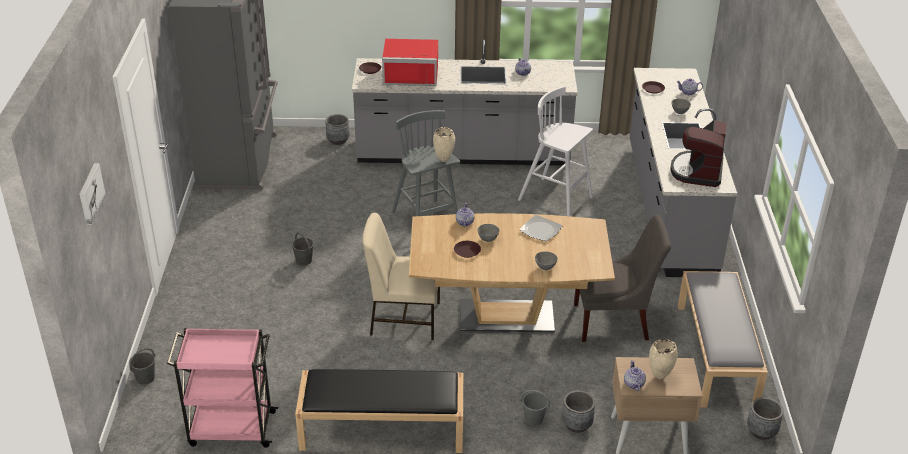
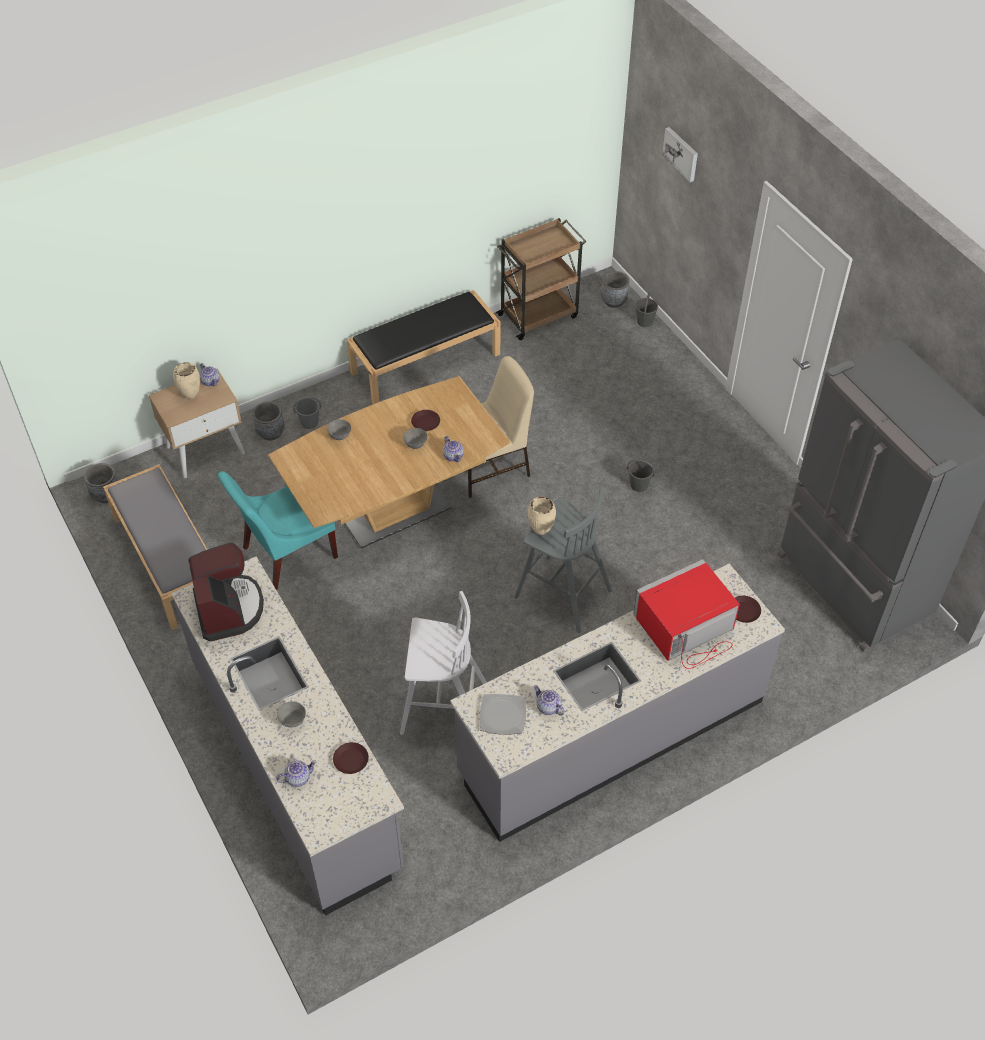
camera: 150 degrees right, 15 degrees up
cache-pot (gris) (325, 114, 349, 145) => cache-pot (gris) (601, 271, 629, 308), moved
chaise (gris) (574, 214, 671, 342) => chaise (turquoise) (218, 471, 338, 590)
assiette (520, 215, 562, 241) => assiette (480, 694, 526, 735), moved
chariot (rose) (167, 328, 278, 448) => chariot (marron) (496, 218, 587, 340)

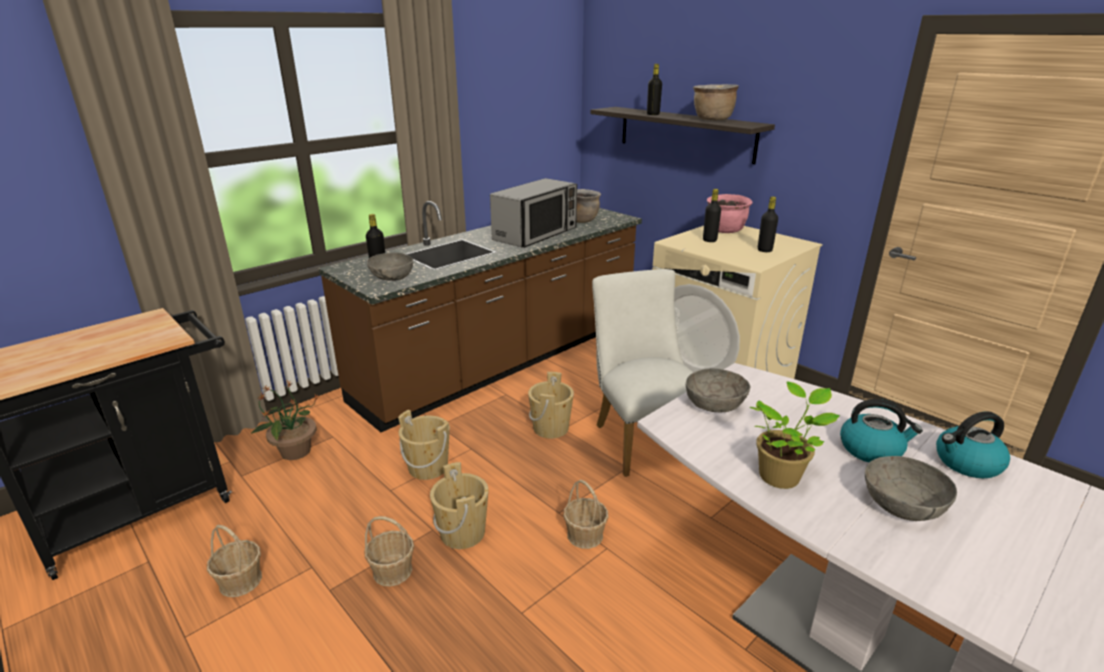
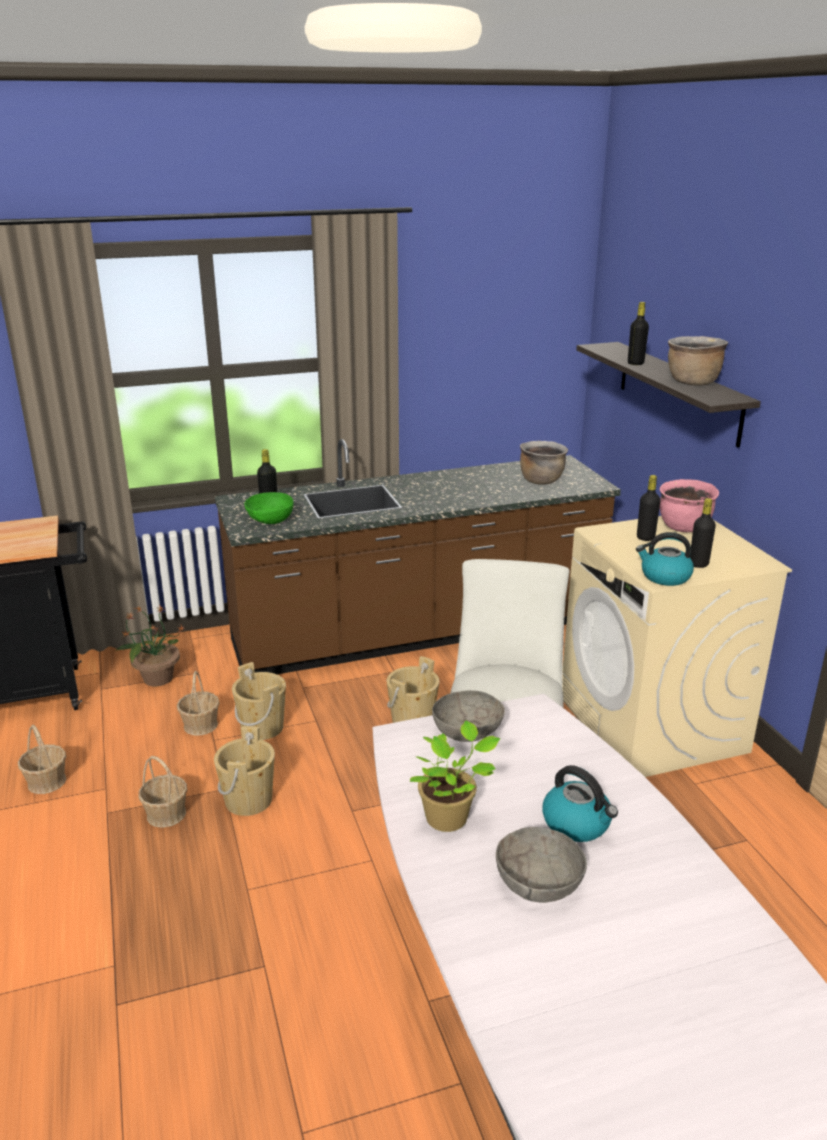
camera: 25 degrees right, 0 degrees up
micro-ondes (490, 178, 577, 248) => nothing
bol (gris) (367, 252, 413, 281) => bol (vert) (245, 492, 294, 524)
bouilloire (936, 411, 1010, 478) => bouilloire (636, 532, 694, 586), moved
panier (563, 480, 609, 549) => panier (177, 671, 220, 736), moved

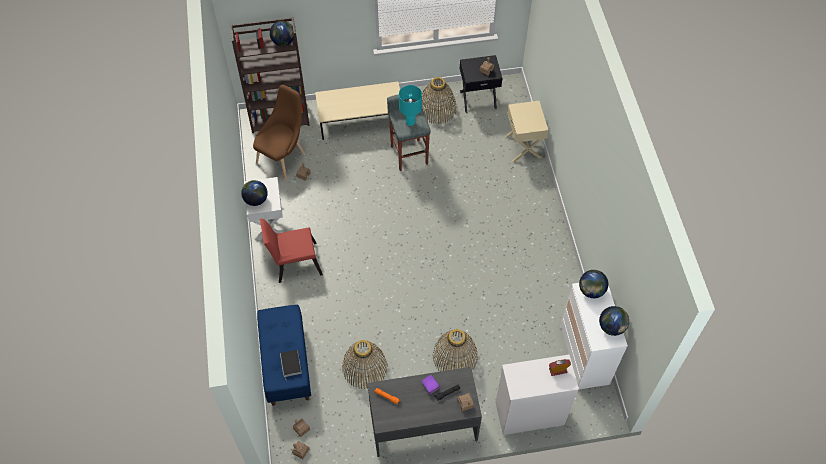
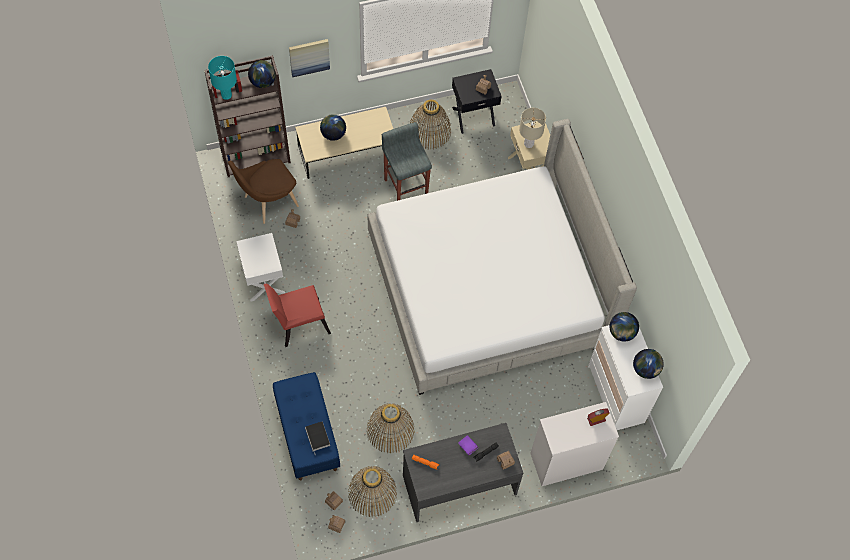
camera: 10 degrees left, 5 degrees up
chaise (marron) (253, 85, 306, 180) => chaise (marron) (228, 159, 299, 224), 150 degrees counterclockwise
lampe de table (turquoise) (399, 85, 422, 126) => lampe de table (turquoise) (208, 56, 237, 100), moved
globe (241, 180, 268, 206) => globe (320, 114, 346, 141), moved
panier (433, 329, 478, 372) => panier (348, 466, 397, 517), moved
nothing => tableau (289, 39, 330, 77)
nothing => lampe de table (beige) (519, 107, 546, 148)
nothing => lit (368, 119, 637, 395)

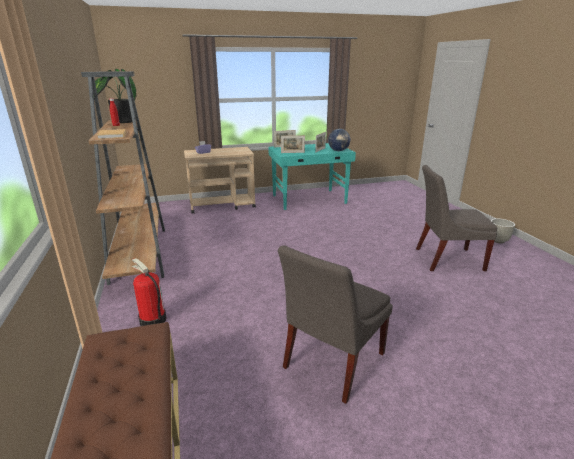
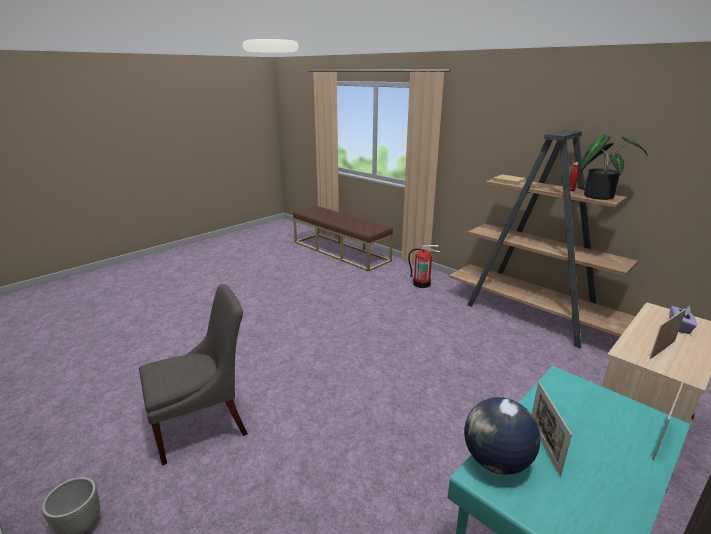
camera: 150 degrees right, 0 degrees up
cadre photo (281, 135, 305, 153) => cadre photo (649, 309, 686, 359), moved
chaise (gris) (278, 245, 393, 404) => nothing

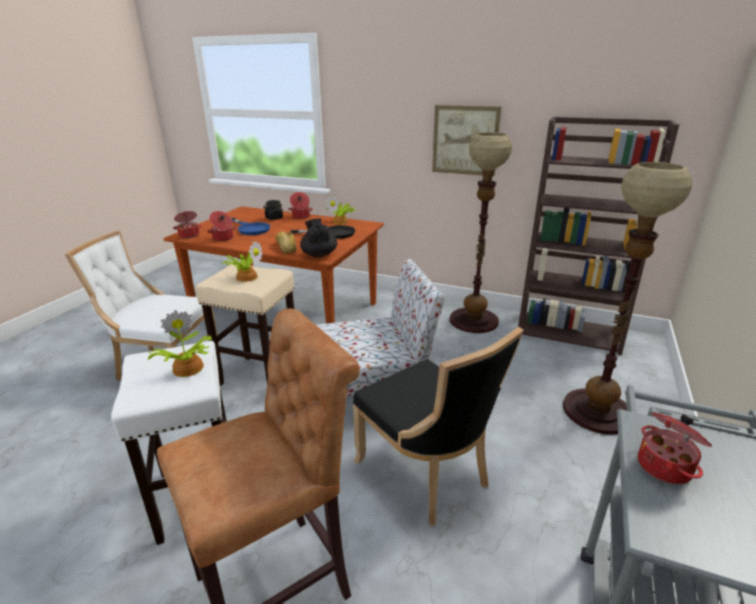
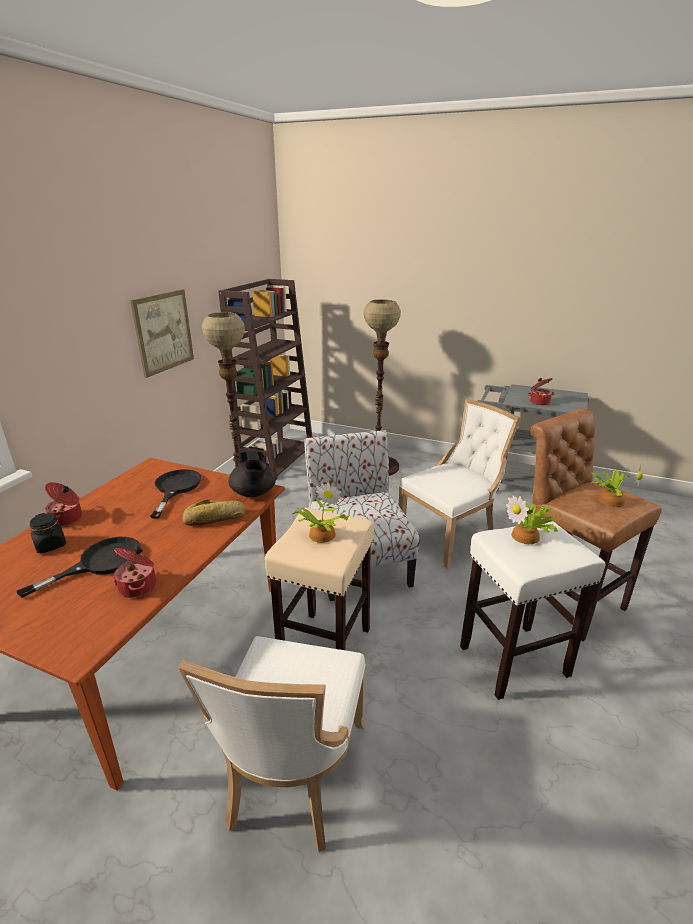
camera: 90 degrees left, 0 degrees up
plante en pot (326, 195, 356, 225) => plante en pot (591, 463, 643, 507), moved
marmite (173, 211, 202, 239) => nothing
poêle (bleu) (231, 218, 270, 235) => poêle (noir) (17, 537, 141, 598)
théière (noir) (300, 218, 337, 257) => théière (noir) (229, 450, 276, 497), 90 degrees counterclockwise
chaise (noir) (353, 327, 524, 526) => chaise (blanc) (399, 399, 520, 569)

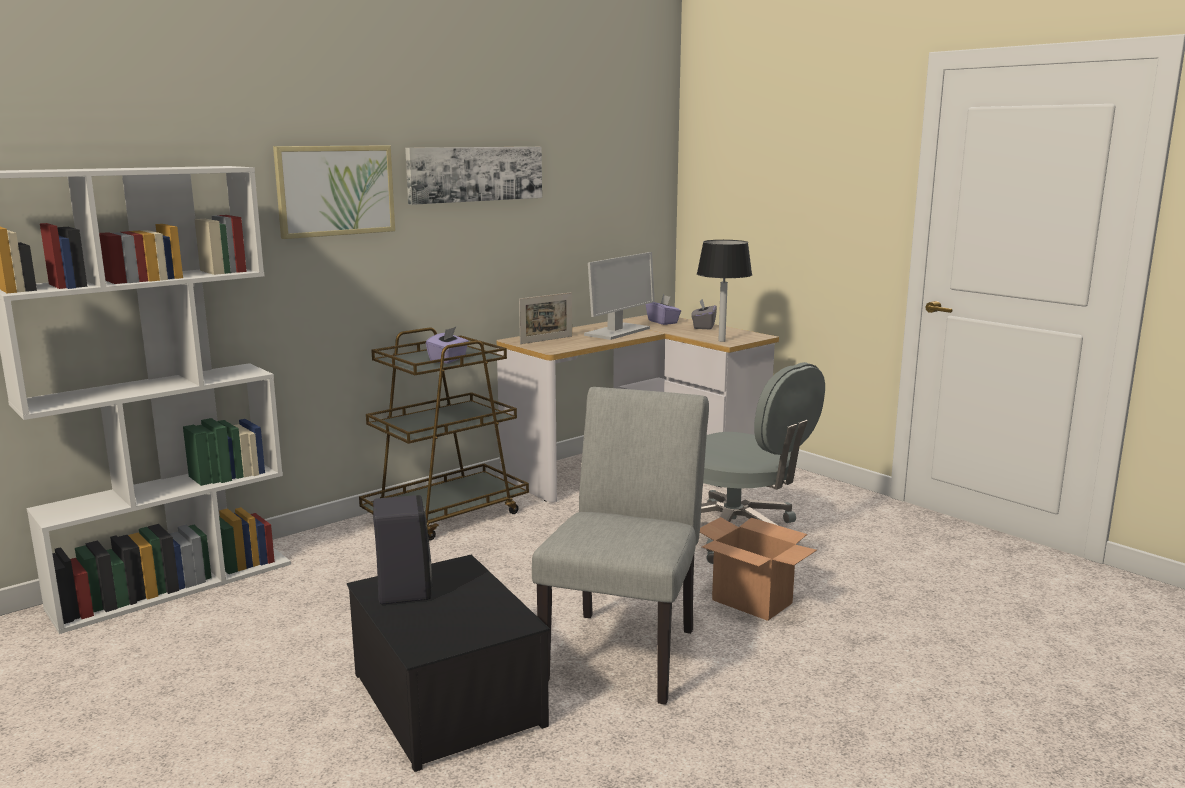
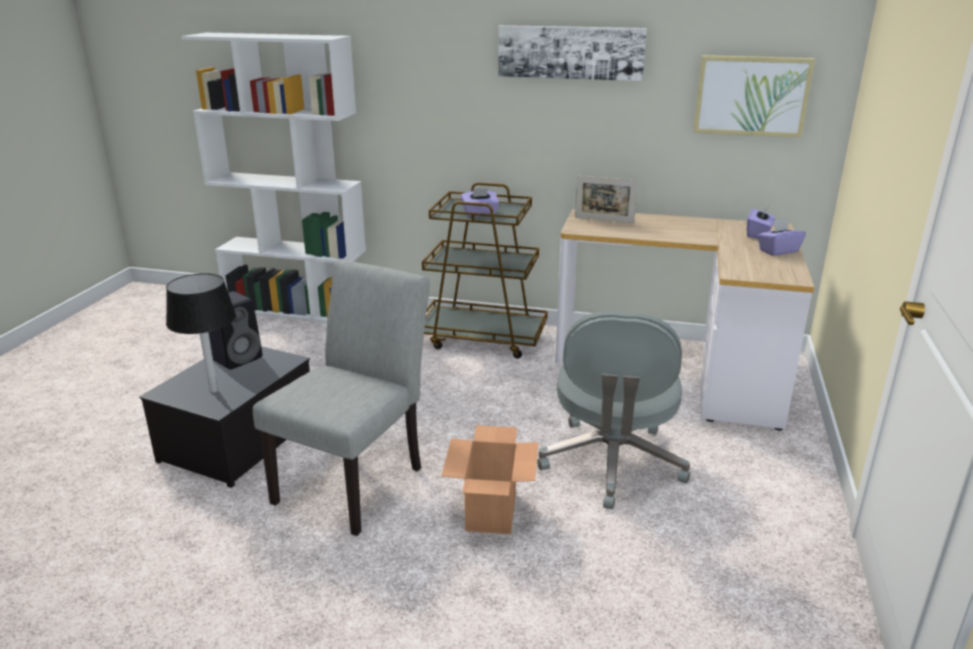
camera: 55 degrees right, 10 degrees up
tableau (273, 146, 395, 239) => tableau (693, 55, 815, 138), moved
lampe de table (noir) (697, 240, 752, 342) => lampe de table (noir) (166, 273, 236, 393), moved
écran d'ordinateur (584, 252, 655, 340) => nothing
boîte à mouchoirs (gris) (692, 299, 717, 329) => boîte à mouchoirs (violet) (758, 219, 806, 256)
chaise (gris) (532, 387, 709, 705) => chaise (gris) (253, 260, 430, 536), 45 degrees counterclockwise

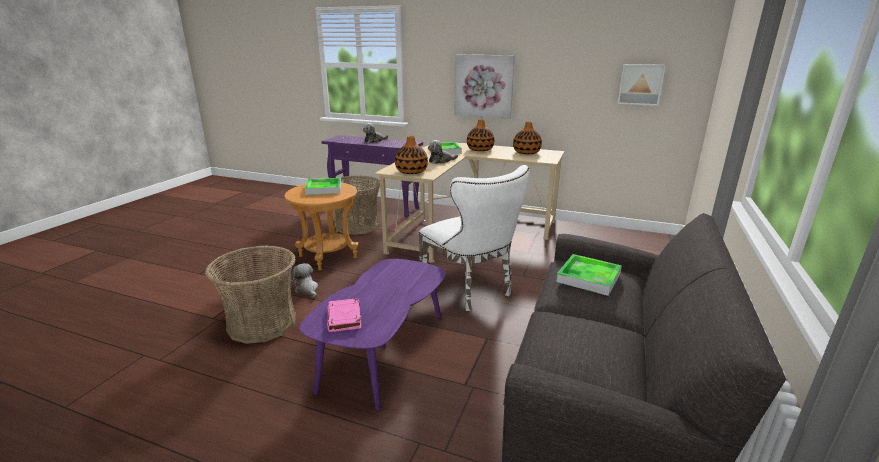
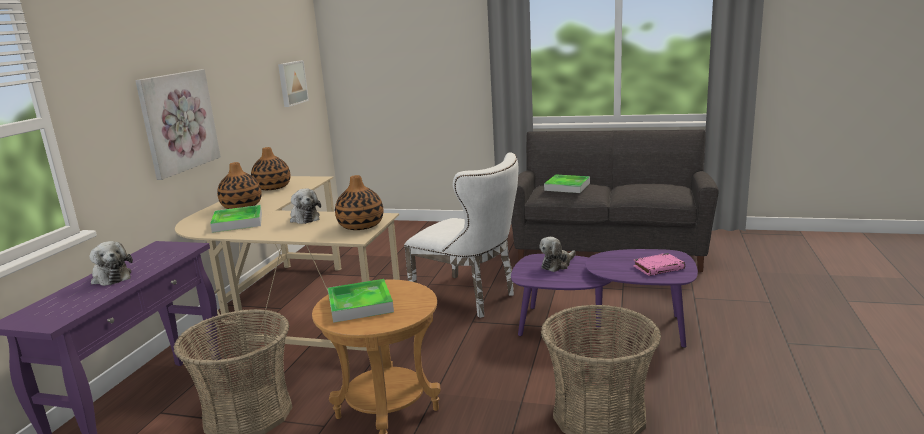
camera: 95 degrees left, 5 degrees down
chaise (blanc) (419, 165, 530, 311) => chaise (blanc) (404, 152, 518, 318), 75 degrees clockwise
peluche (291, 263, 318, 297) => peluche (539, 237, 576, 272), moved

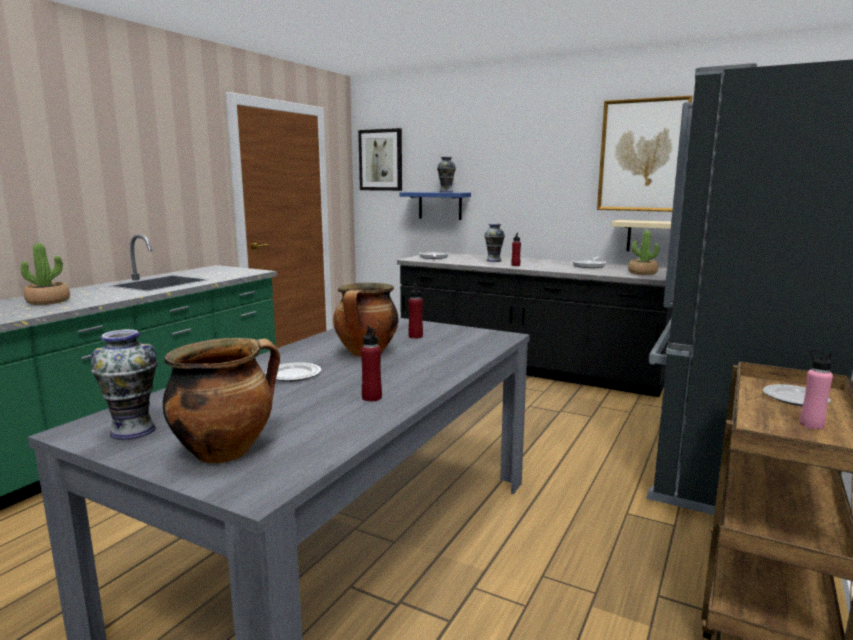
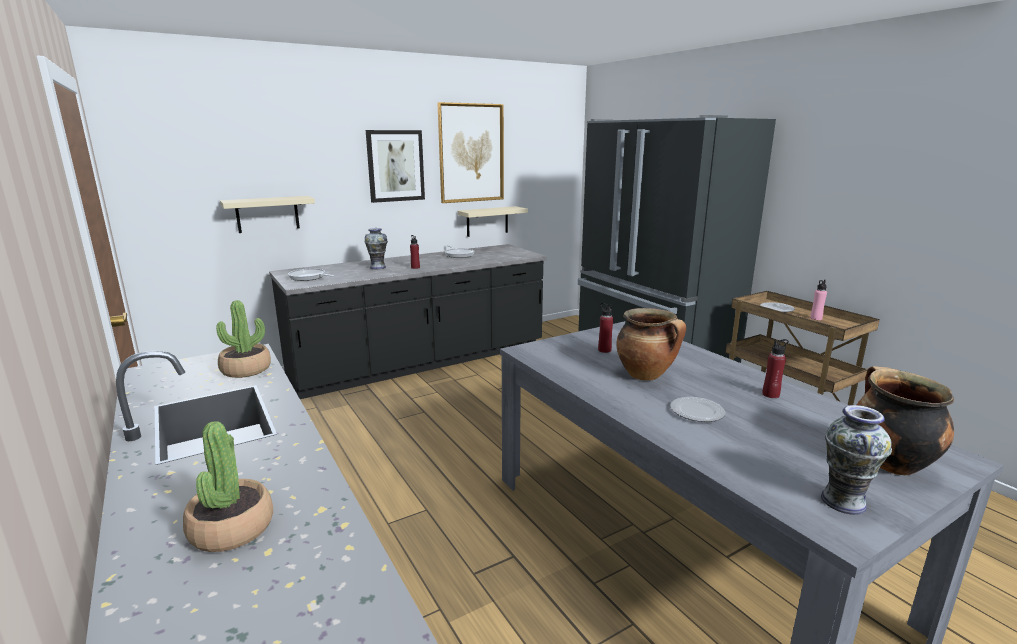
camera: 60 degrees left, 5 degrees up
tableau (358, 128, 402, 191) => tableau (366, 130, 425, 203), moved
vase (437, 157, 456, 193) => nothing
étagère (bleu) (400, 192, 471, 220) => étagère (beige) (220, 196, 315, 233)
plante en pot (628, 231, 659, 275) => plante en pot (216, 300, 271, 378), moved

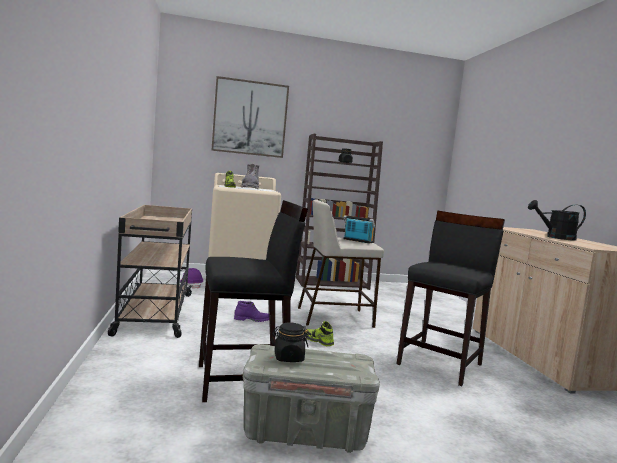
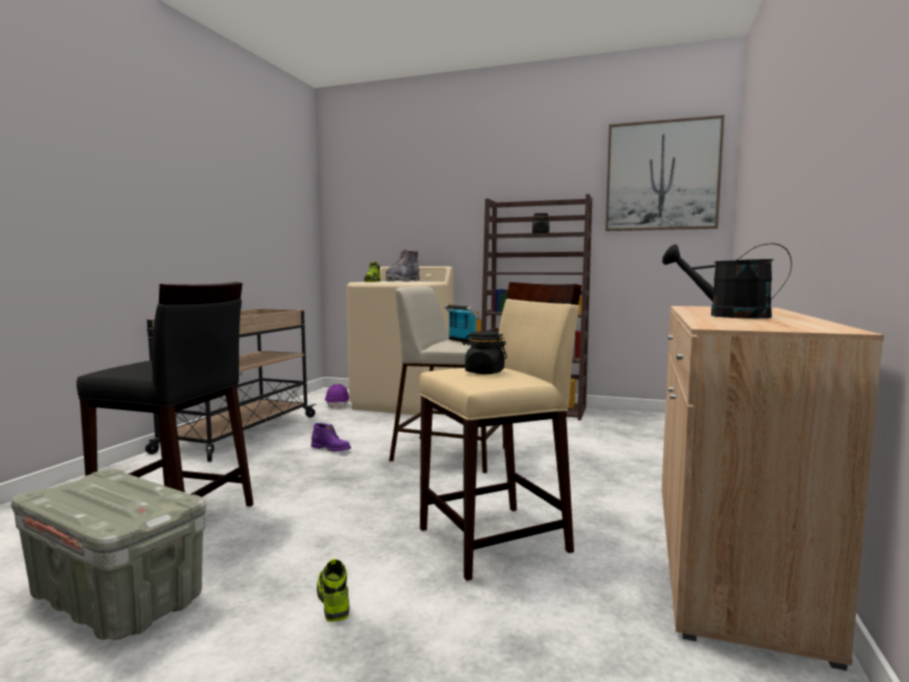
camera: 30 degrees right, 0 degrees up
tableau (212, 76, 289, 158) => tableau (605, 115, 724, 231), moved
tabouret (noir) (397, 210, 505, 386) => tabouret (beige) (419, 282, 582, 581)
chaussure (307, 321, 334, 346) => chaussure (317, 559, 349, 622), moved
bocal (noir) (272, 322, 309, 362) => bocal (noir) (463, 331, 507, 374), moved

